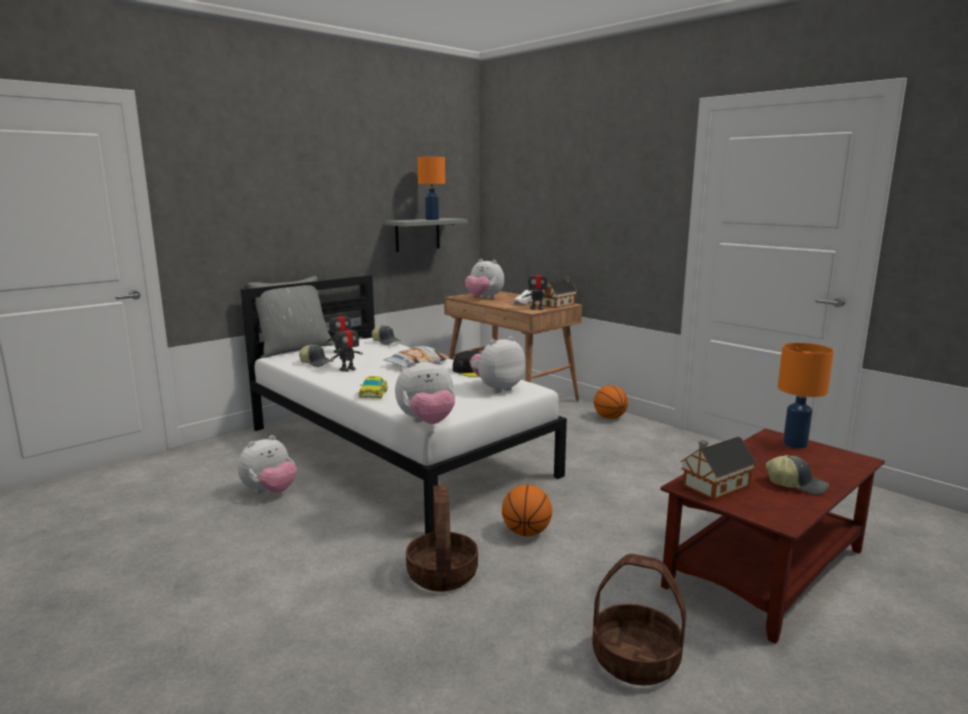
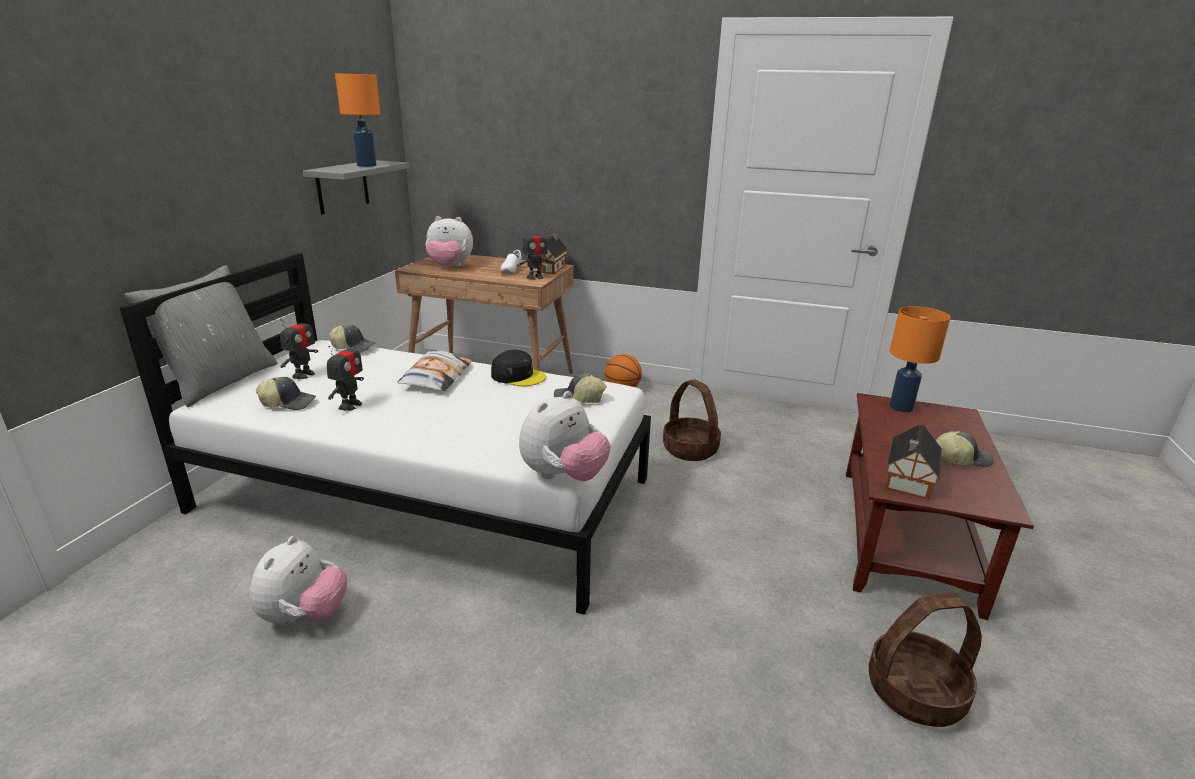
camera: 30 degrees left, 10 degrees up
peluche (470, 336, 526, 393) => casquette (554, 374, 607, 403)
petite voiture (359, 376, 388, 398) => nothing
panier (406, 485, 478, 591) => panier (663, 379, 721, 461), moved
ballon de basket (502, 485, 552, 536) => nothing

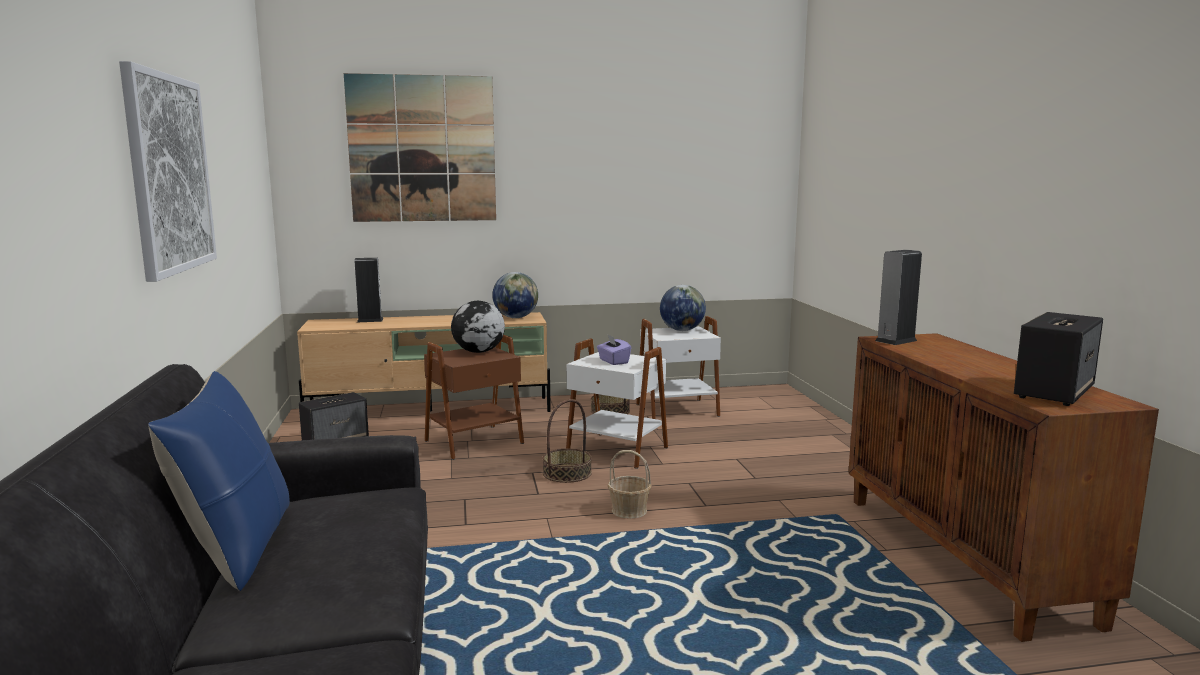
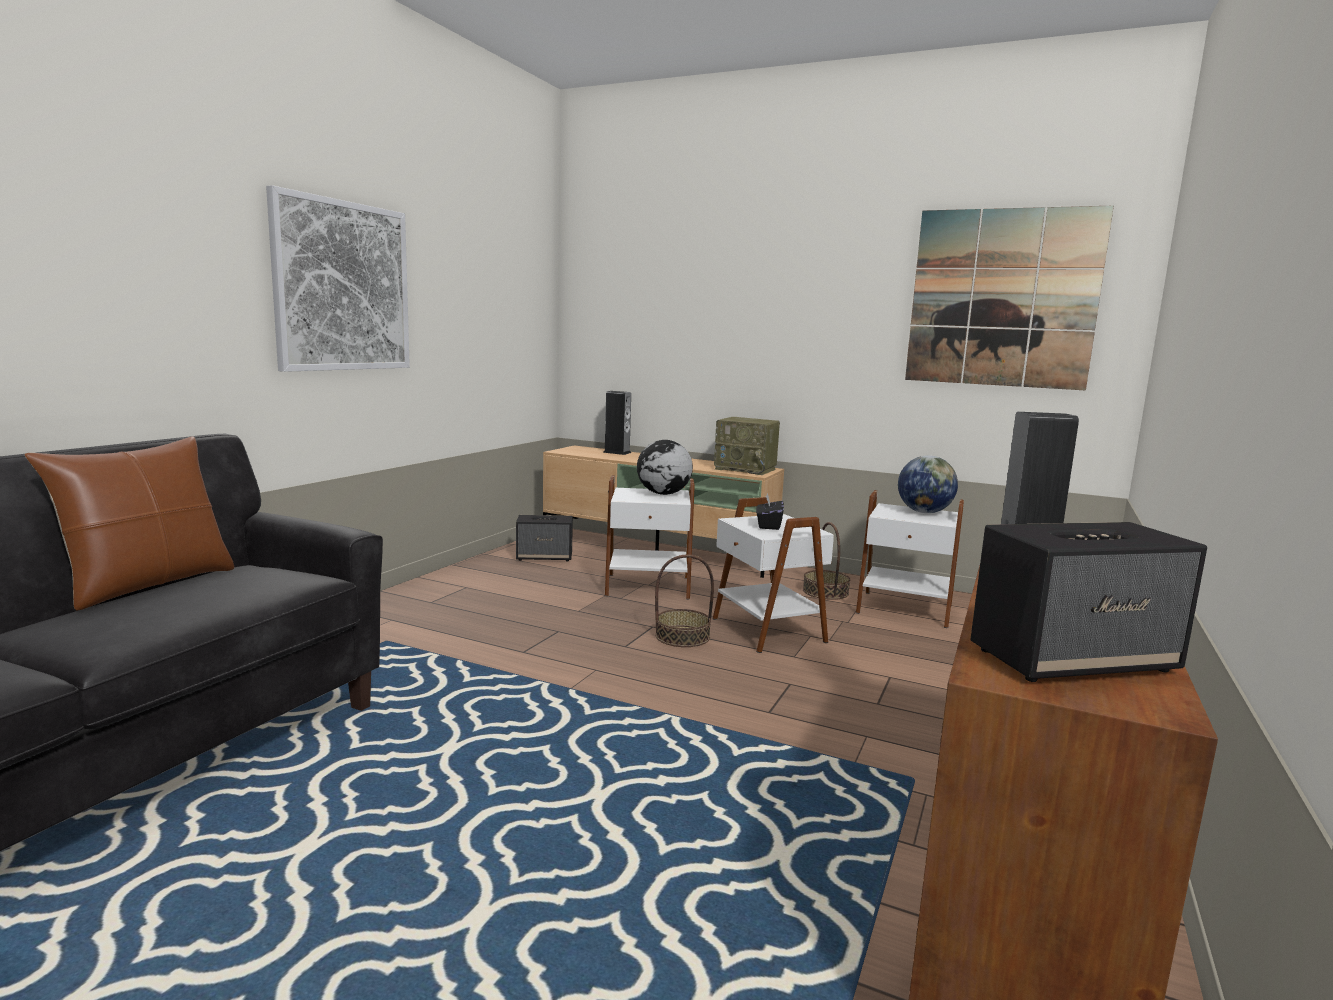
camera: 35 degrees right, 0 degrees up
tableau (344, 73, 496, 222) => tableau (905, 205, 1114, 391), moved
globe (492, 272, 538, 318) => radio (714, 417, 780, 475)
table d'appoint (marron) (424, 335, 524, 460) => table d'appoint (blanc) (605, 475, 695, 599)
boîte à mouchoirs (violet) (597, 335, 631, 365) => boîte à mouchoirs (noir) (756, 493, 784, 530)
coussin (bleu) (148, 371, 290, 591) => coussin (marron) (25, 436, 235, 611)
panier (608, 450, 652, 519) => nothing

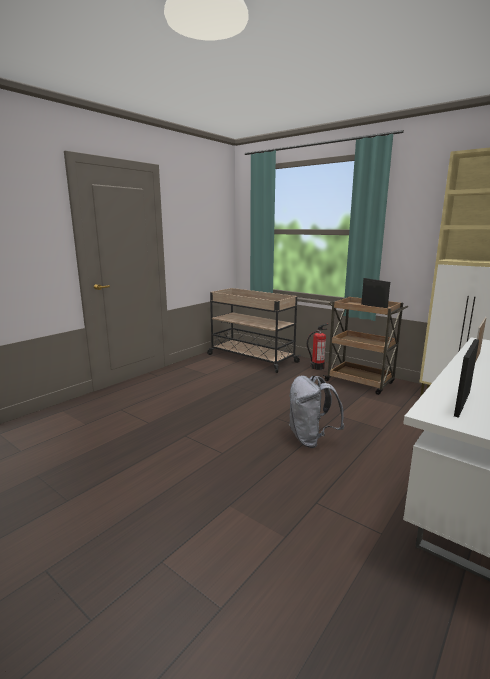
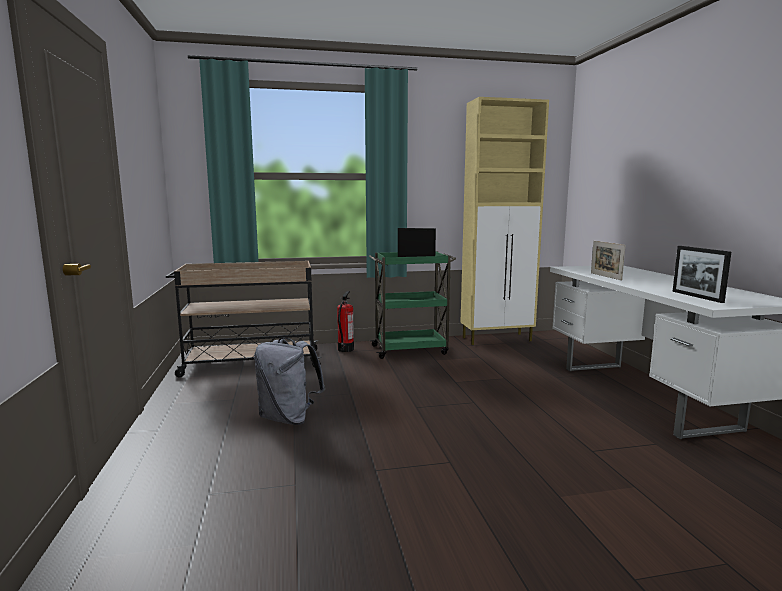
camera: 50 degrees left, 5 degrees down
chariot (marron) (323, 296, 408, 395) => chariot (vert) (369, 251, 456, 359)
sac à dos (gris) (289, 376, 344, 448) => sac à dos (gris) (254, 338, 325, 425), moved

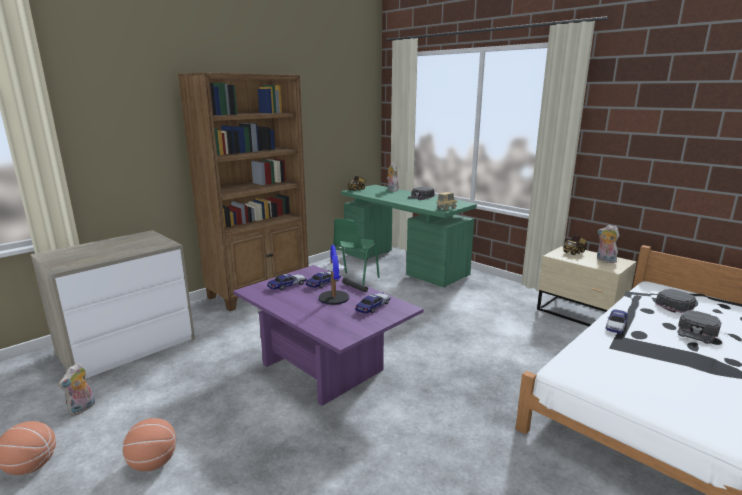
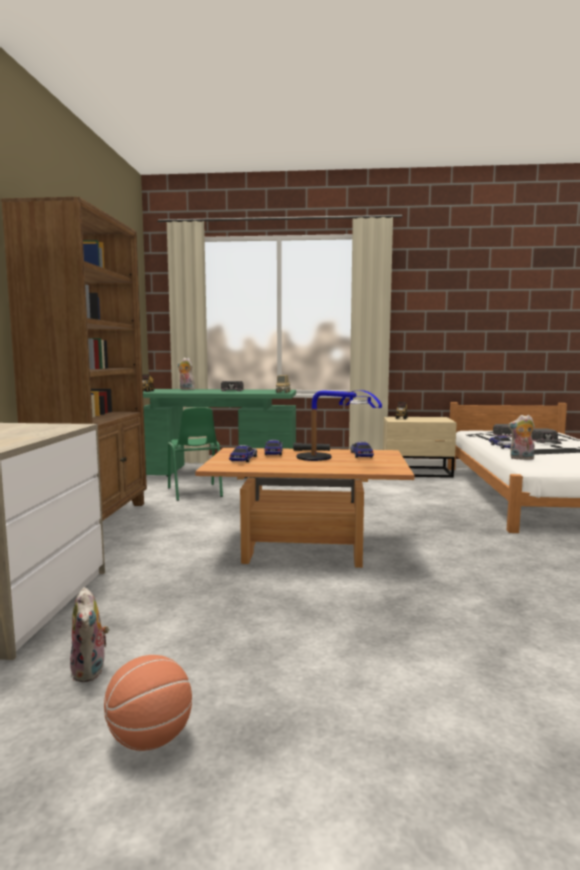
camera: 40 degrees left, 10 degrees down
peluche (597, 225, 619, 263) => peluche (508, 415, 535, 460), moved
table basse (violet) (233, 265, 424, 406) => table basse (marron) (195, 448, 414, 568)
ballon de basket (123, 418, 176, 471) => nothing

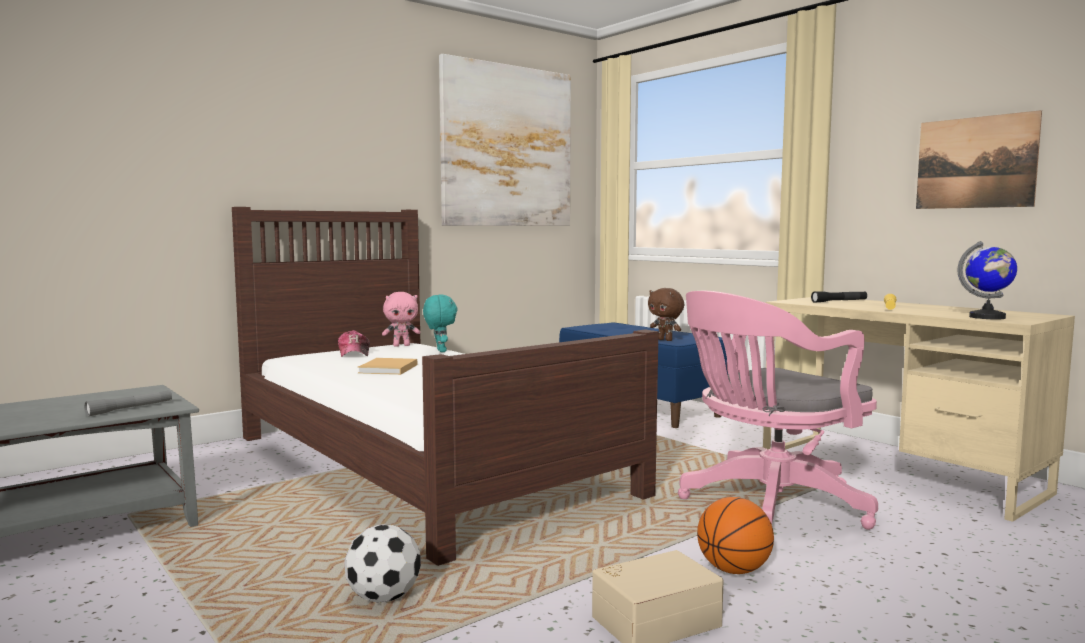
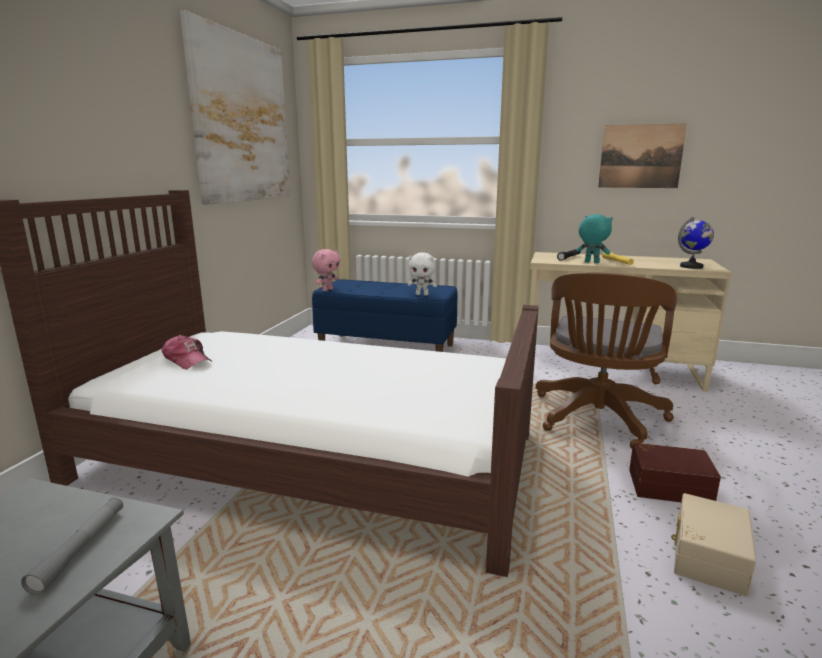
camera: 35 degrees left, 10 degrees up
peluche (marron) (648, 288, 684, 341) => peluche (blanc) (407, 252, 437, 296)
chaise de bureau (rose) (678, 291, 878, 530) => chaise de bureau (marron) (536, 273, 677, 449)
peluche (rose) (382, 292, 421, 347) => peluche (rose) (312, 249, 340, 291), moved
peluche (turquoise) (423, 295, 458, 352) => peluche (turquoise) (576, 214, 613, 263), moved
livre (beige) (358, 358, 417, 375) => nothing
ballon de basket (697, 497, 774, 574) => boîte de rangement (marron) (629, 443, 721, 502)
ballon de foot (344, 524, 421, 603) => nothing

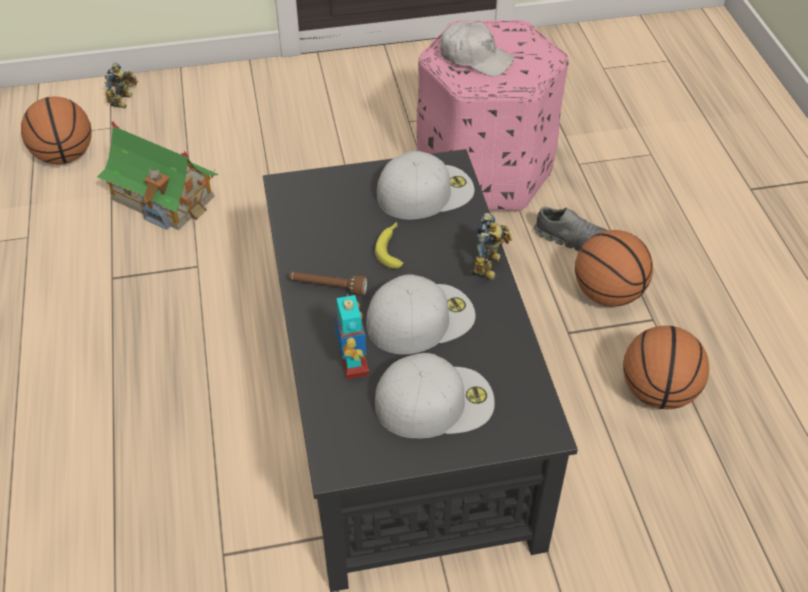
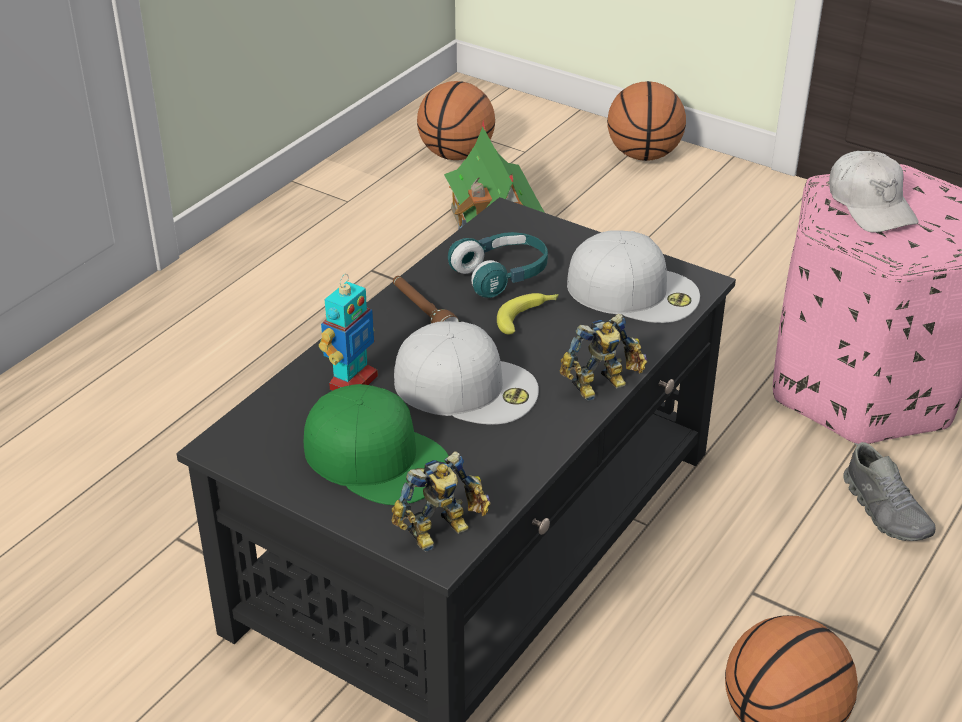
camera: 45 degrees right, 10 degrees down
robot jouet (105, 62, 138, 108) => robot jouet (391, 451, 491, 552), moved
ballon de basket (575, 230, 653, 307) => ballon de basket (607, 81, 686, 161), moved
casquette (blanc) (375, 353, 495, 438) => casquette (vert) (304, 384, 449, 505)
nothing => casque audio (turquoise) (448, 232, 548, 298)

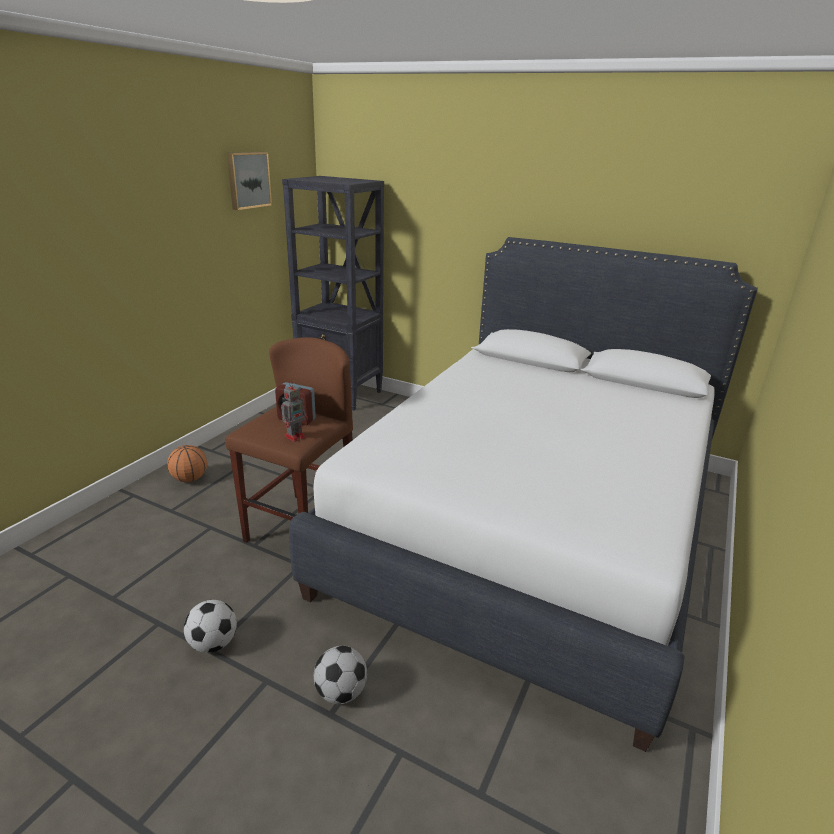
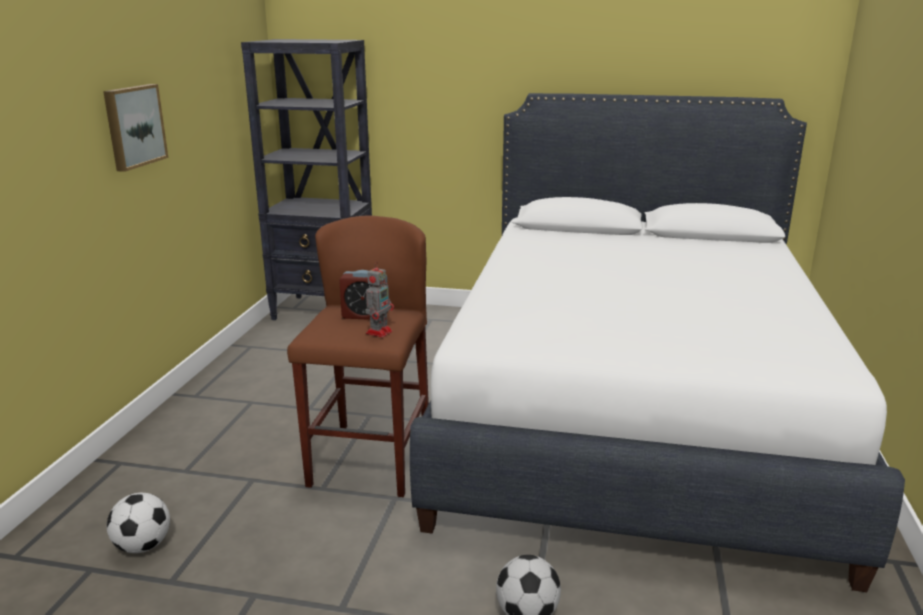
camera: 15 degrees left, 5 degrees down
tableau (227, 152, 272, 210) => tableau (103, 84, 168, 172), moved
ballon de basket (167, 445, 207, 482) => nothing
ballon de foot (184, 600, 237, 653) => ballon de foot (107, 493, 170, 553), moved

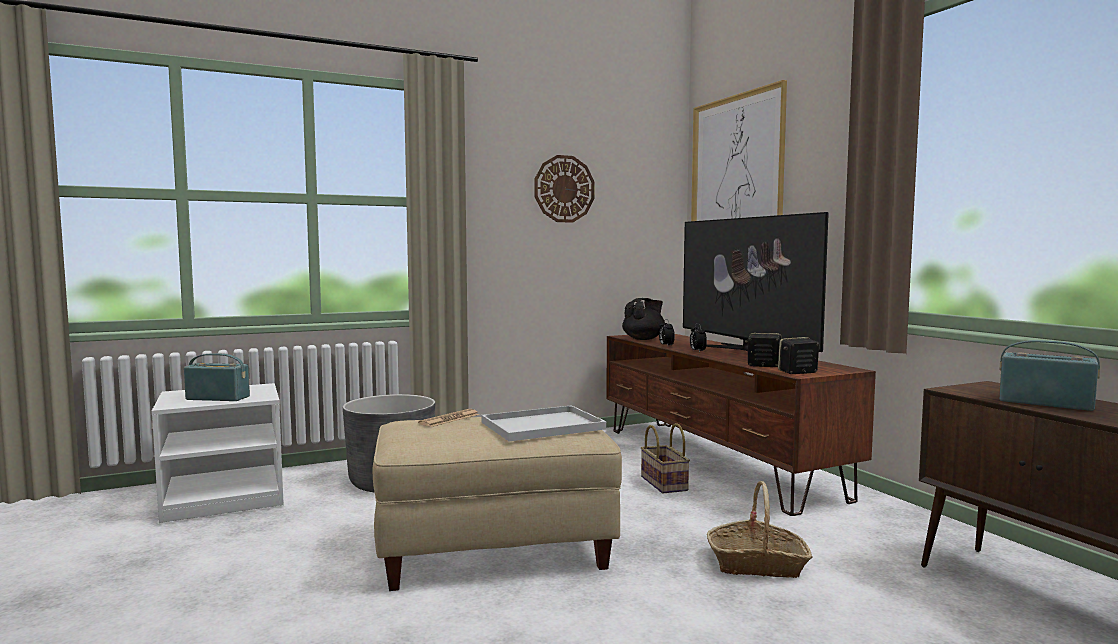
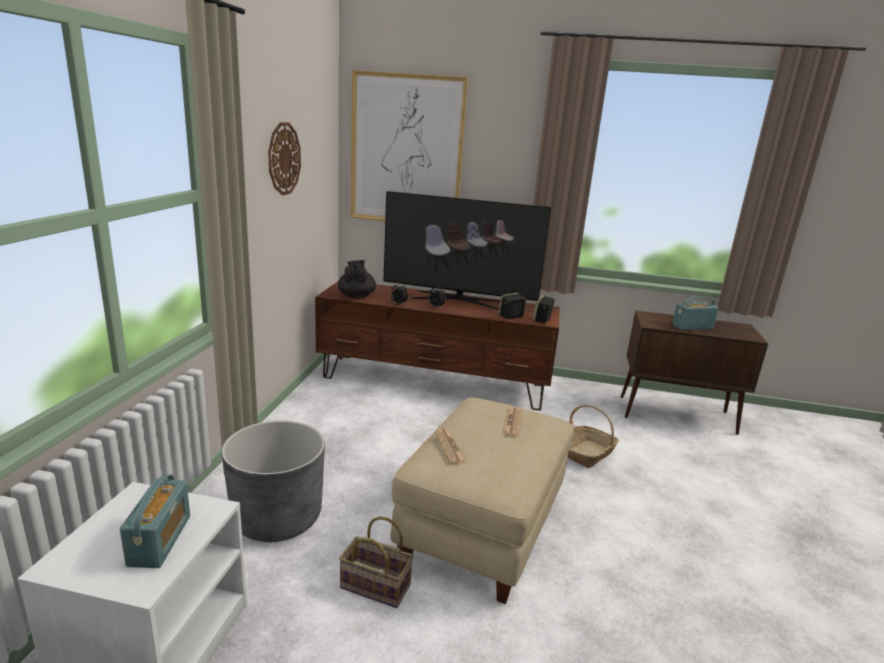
camera: 55 degrees left, 15 degrees up
radio (184, 353, 250, 401) => radio (120, 474, 190, 568), 135 degrees clockwise
plateau (blanc) (481, 405, 606, 441) => journal (502, 407, 523, 437)
panier (641, 423, 690, 494) => panier (339, 516, 413, 608), moved

